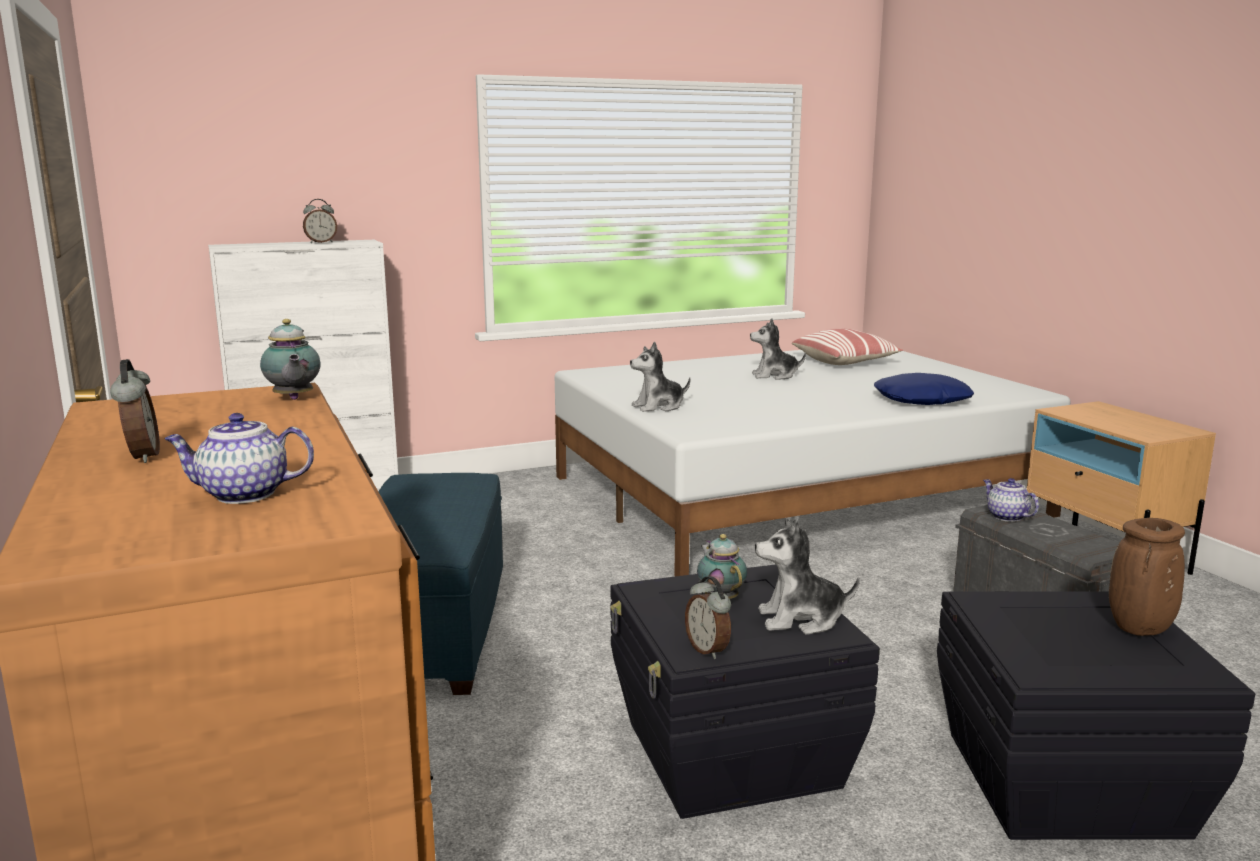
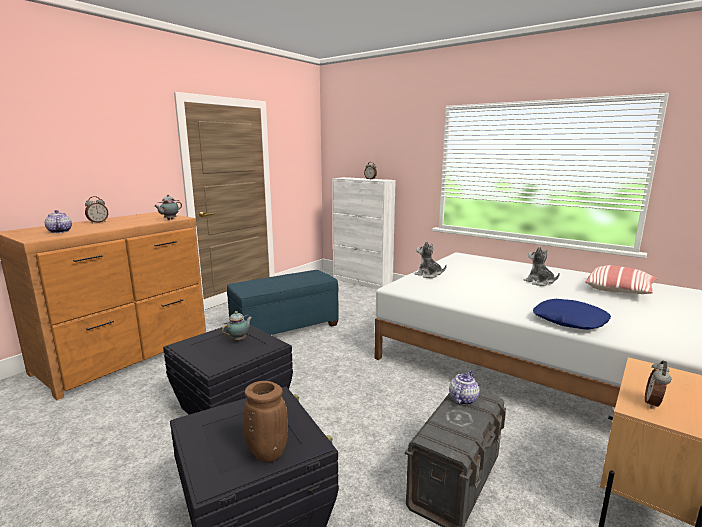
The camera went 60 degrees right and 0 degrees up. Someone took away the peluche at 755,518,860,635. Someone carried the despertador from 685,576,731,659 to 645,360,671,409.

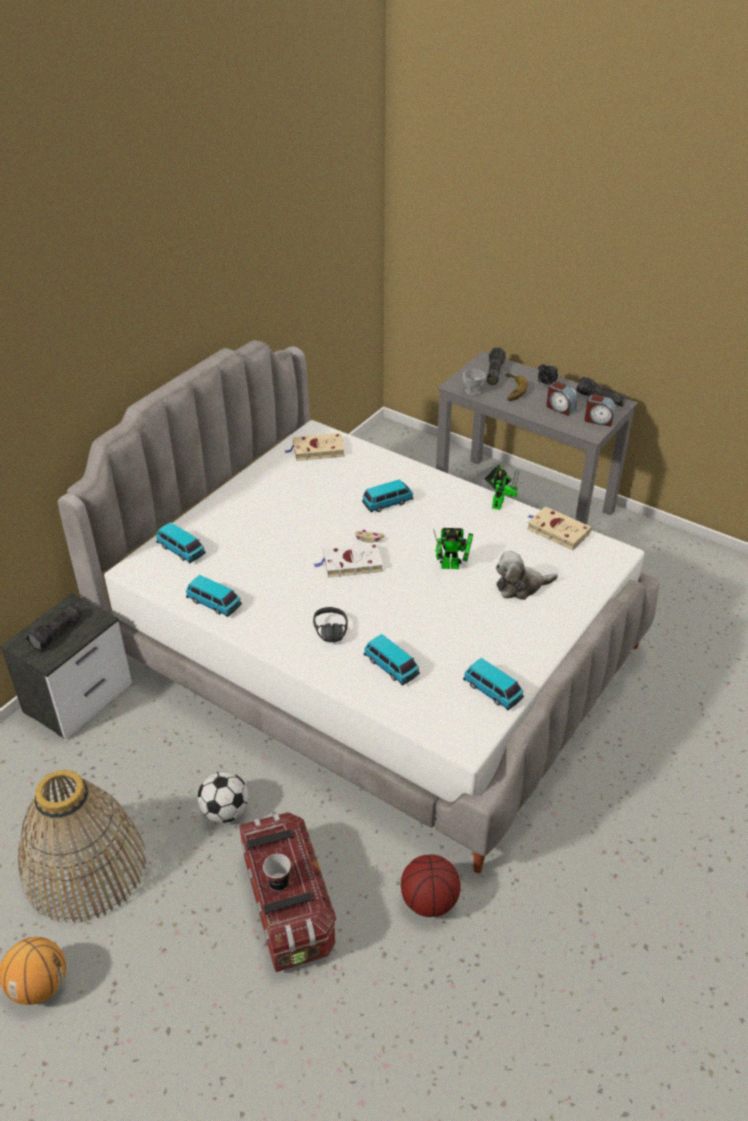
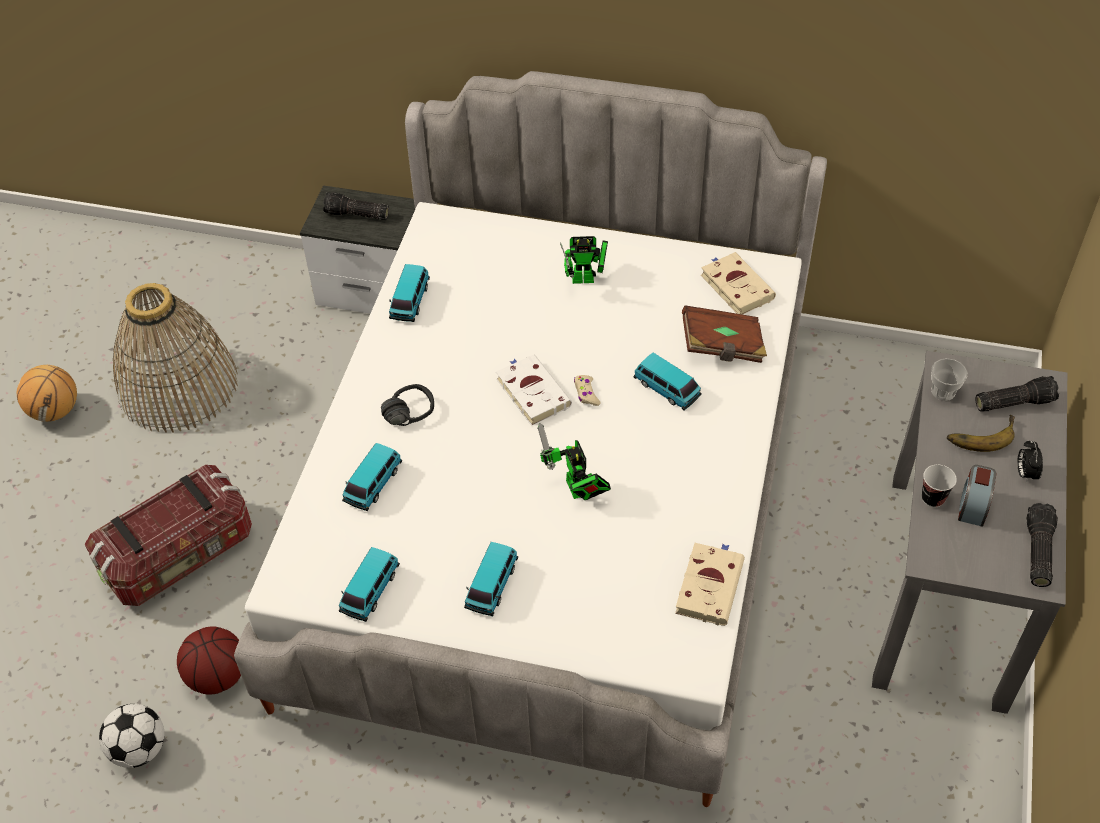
The camera went 70 degrees right and 10 degrees up. Someone took away the despertador at 585,394,616,427. Someone carried the robot de juguete from 484,465,519,510 to 560,236,608,284. Someone carried the coche de juguete from 156,522,206,563 to 464,542,518,616. Someone took away the peluche at 495,551,558,600. Someone carried the balón de fútbol from 198,771,248,823 to 99,704,165,768. Someone carried the taza from 263,854,291,891 to 922,465,957,507. Someone put down the libro [marrón] at 682,306,767,363.

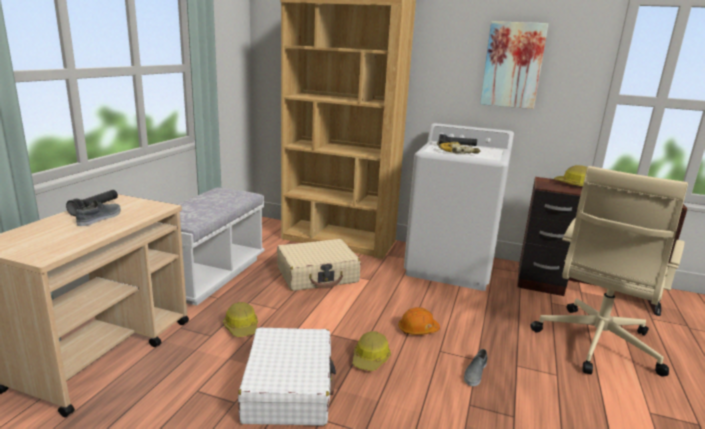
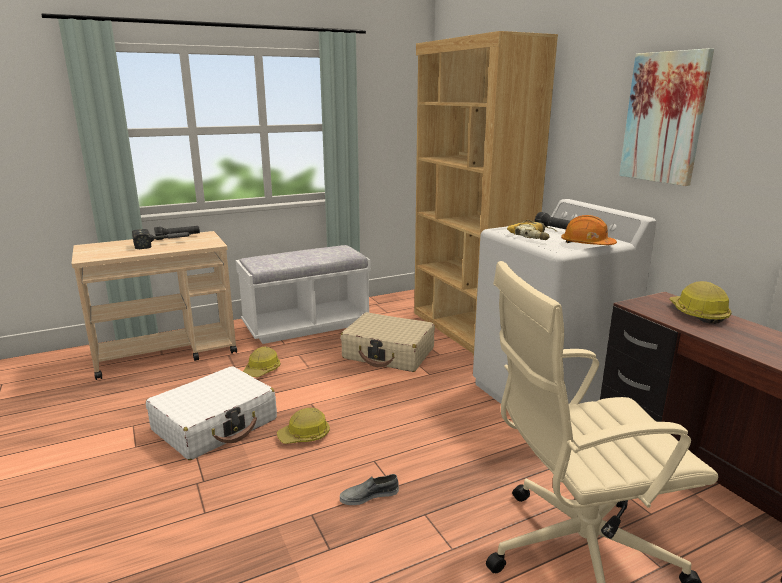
The camera went 45 degrees right and 0 degrees up. Someone swapped the zapato [gris] at 76,200,121,226 for the martillo at 132,229,192,249. Someone carried the casco [naranja] from 398,307,440,335 to 561,215,617,245.

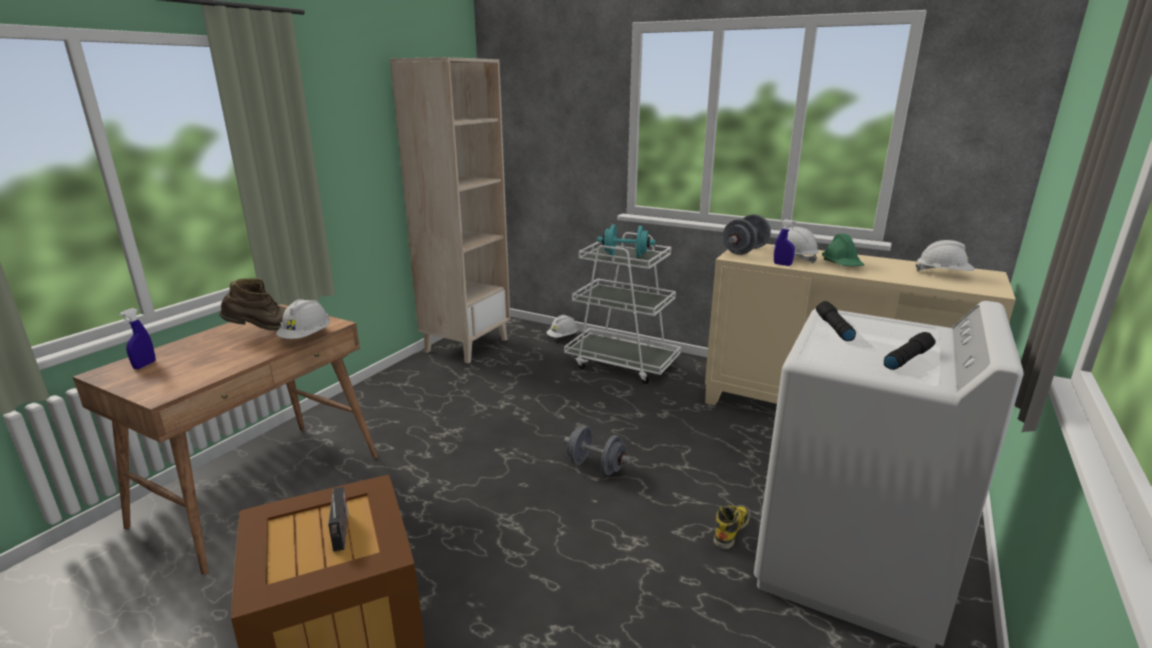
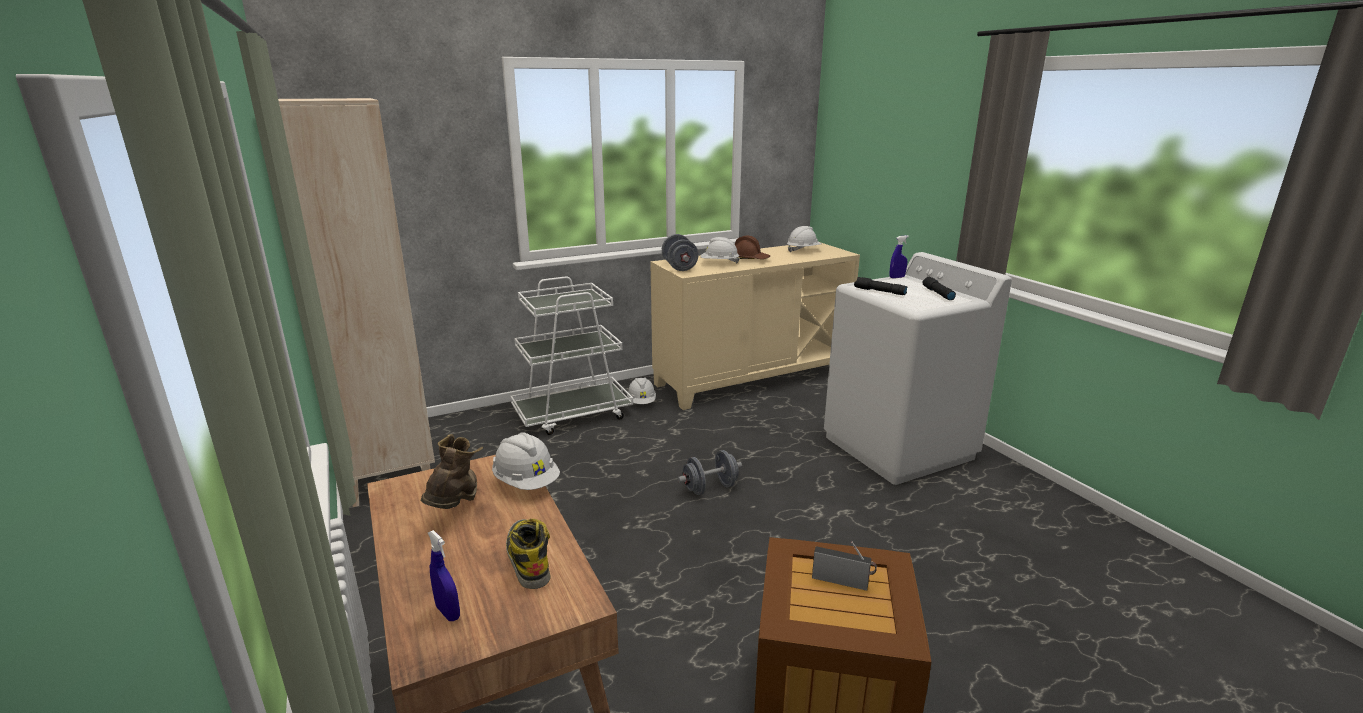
The camera went 55 degrees left and 0 degrees up. Someone carried the pulverizador [azul] from 774,219,796,266 to 890,235,909,278. Someone took away the mancuerna [turquesa] at 597,224,656,257. Someone repainted the casco [verde] at 822,234,864,266, which became the casco [marrón] at 735,235,770,259. Someone carried the casco [blanco] from 547,315,578,338 to 627,378,656,404. Someone carried the bota from 714,505,750,549 to 506,519,550,589.

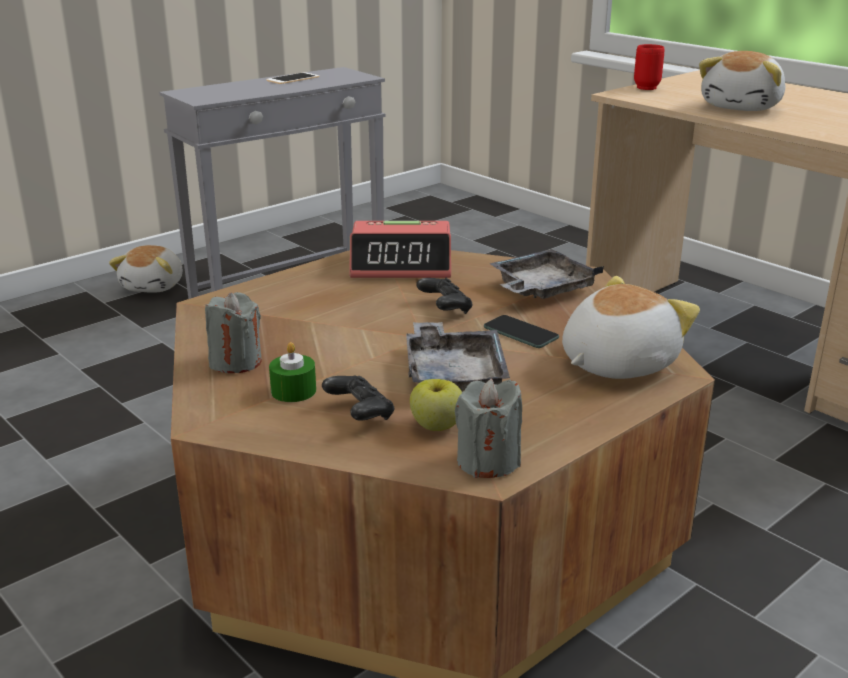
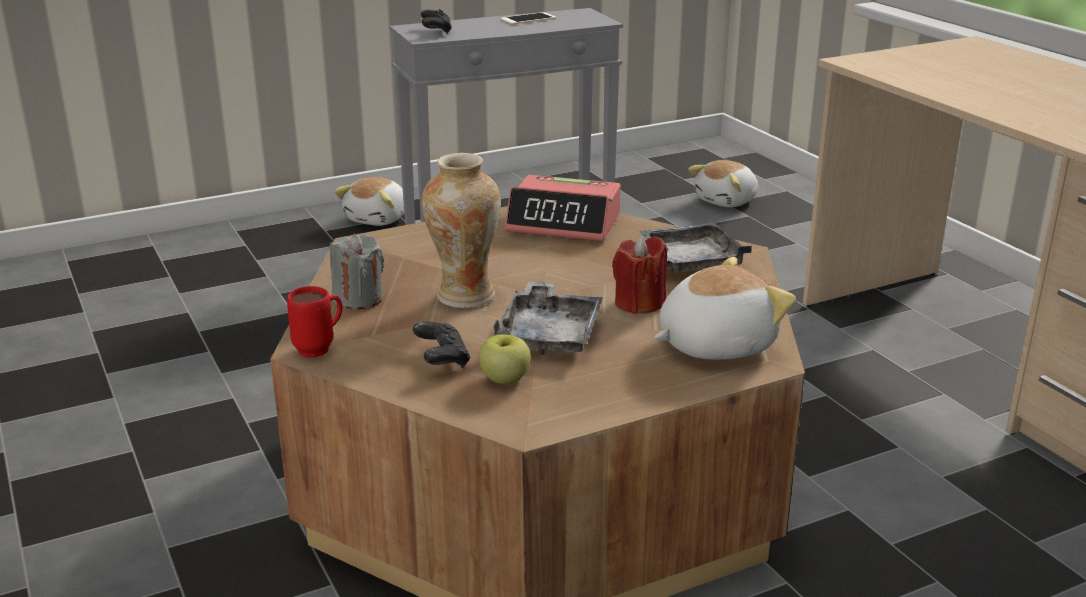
The camera went 15 degrees right and 0 degrees up. Someone carried the taza grande [rojo] from 634,44,665,90 to 287,286,342,357. Someone carried the peluche from 699,51,785,111 to 688,160,758,207. Someone carried the mando de consola [negro] from 416,278,473,314 to 421,9,452,34. Someone swapped the móvil at 484,315,559,348 for the vela [rojo] at 612,235,667,314. Someone took away the vela [verde] at 269,342,316,402. Someone took away the vela [gris] at 455,379,522,478. Someone put down the florero at 422,153,501,308.

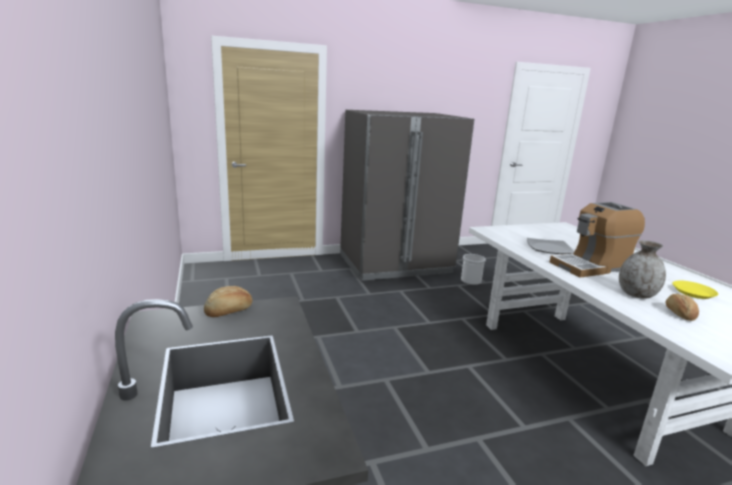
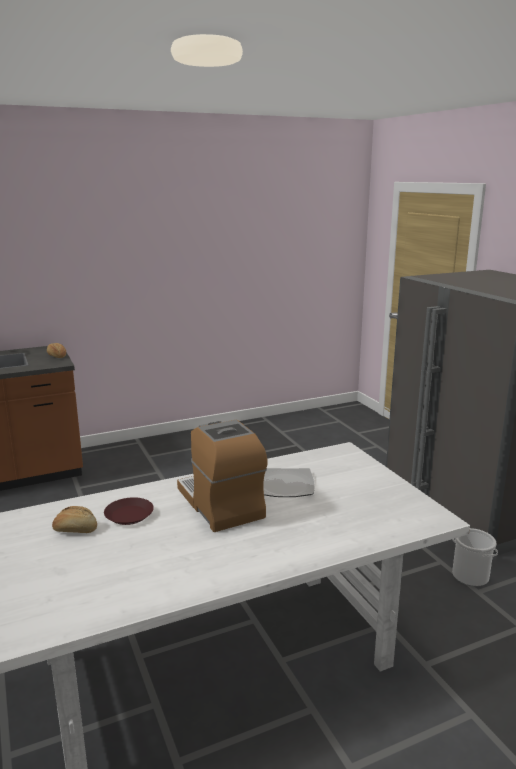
The camera went 85 degrees right and 0 degrees up. Someone swapped the florero [gris] at 619,240,666,299 for the plato [marrón] at 104,497,154,525. Someone took away the plato [amarillo] at 672,281,718,299.

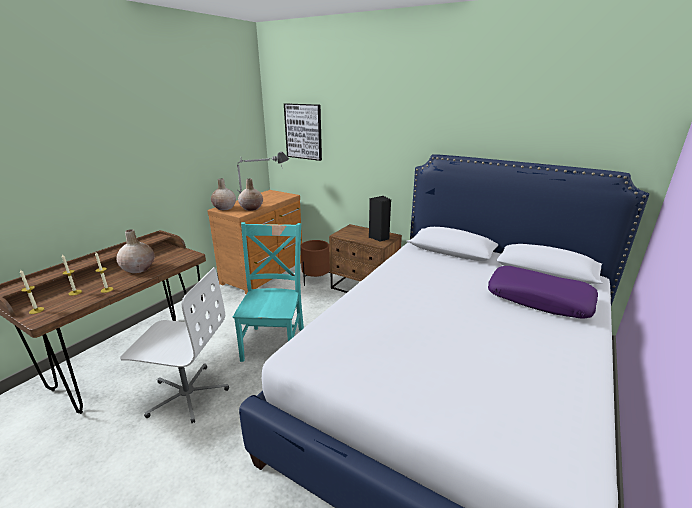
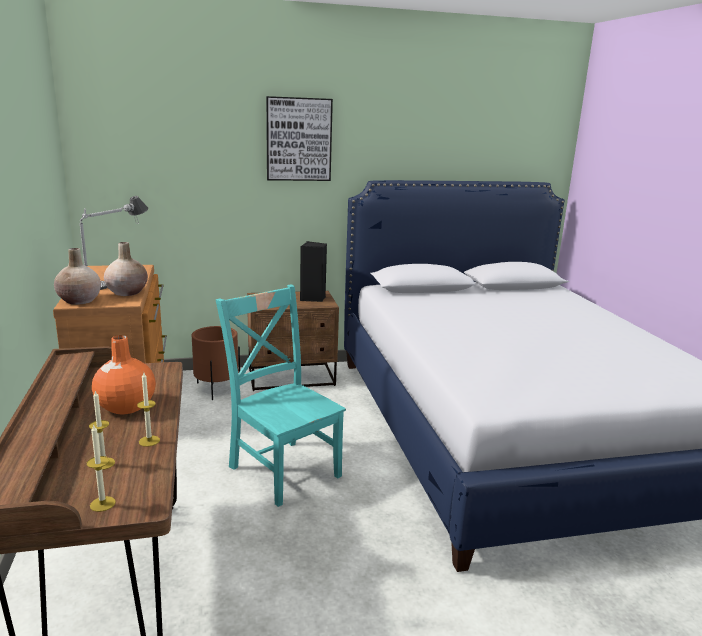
The camera went 45 degrees left and 5 degrees down. Someone carried the cuadro from 284,103,322,161 to 266,96,333,181. Someone repainted the florero [beis] at 116,229,154,273, which became the florero [naranja] at 92,335,156,415. Someone took away the cojín [morado] at 488,266,598,318. Someone took away the silla de oficina [blanco] at 120,267,229,424.

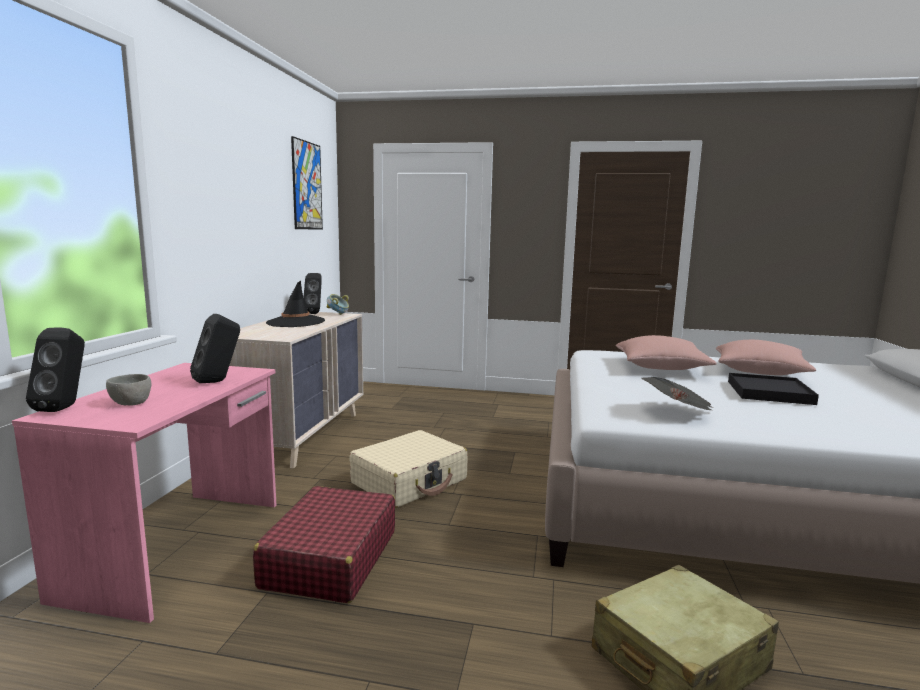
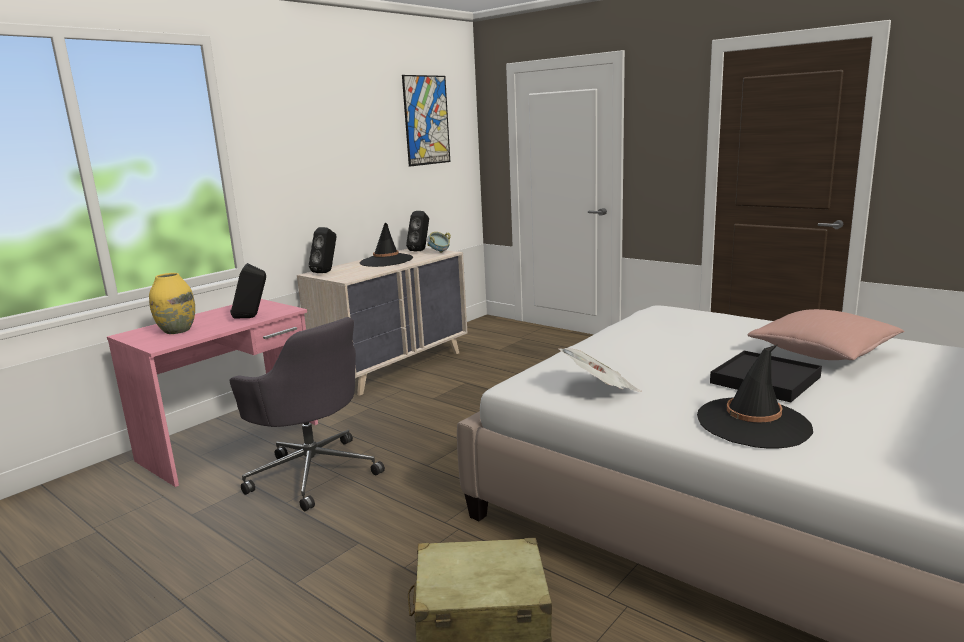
The camera went 30 degrees right and 5 degrees up. Someone carried the altavoz [negro] from 26,328,85,412 to 309,227,336,273. Someone took away the cojín [rosa] at 616,335,717,370. Someone swapped the cuenco [gris] at 106,374,151,406 for the florero [amarillo] at 149,273,195,334. Someone took away the maleta [beis] at 349,430,468,508. Someone swapped the maleta [rojo] at 253,486,395,603 for the silla de oficina [gris] at 229,317,385,511. Someone put down the sombrero [negro] at 697,345,813,448.

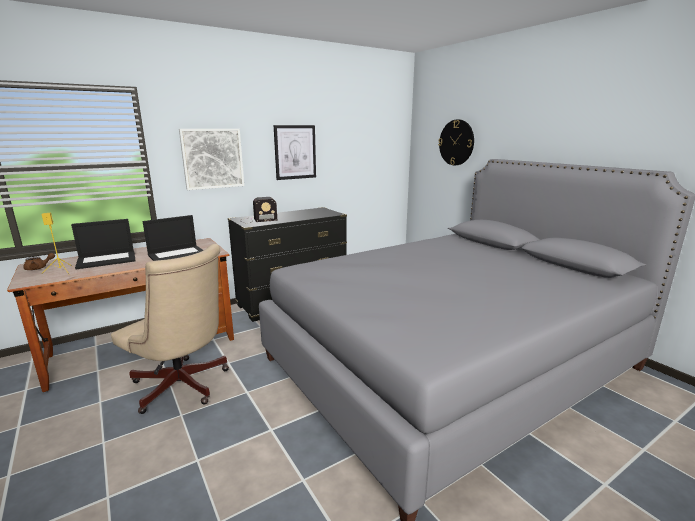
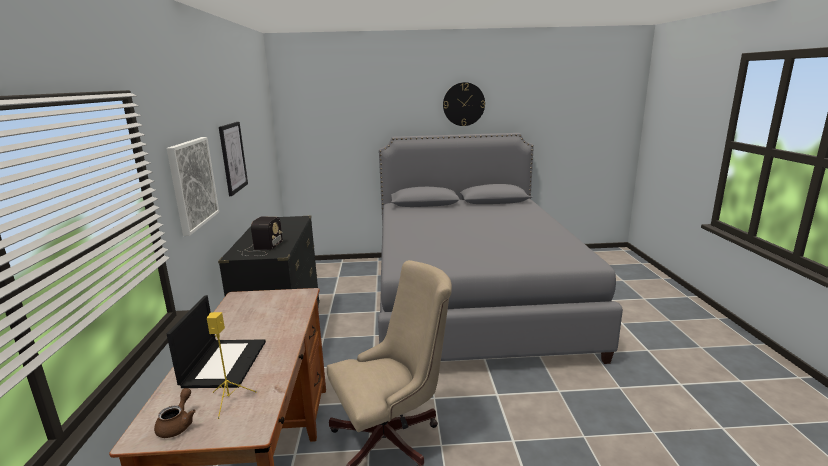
The camera went 60 degrees left and 0 degrees up. Someone carried the reloj de pared from 438,119,474,165 to 443,82,485,126. Someone took away the portátil at 143,215,204,261.

